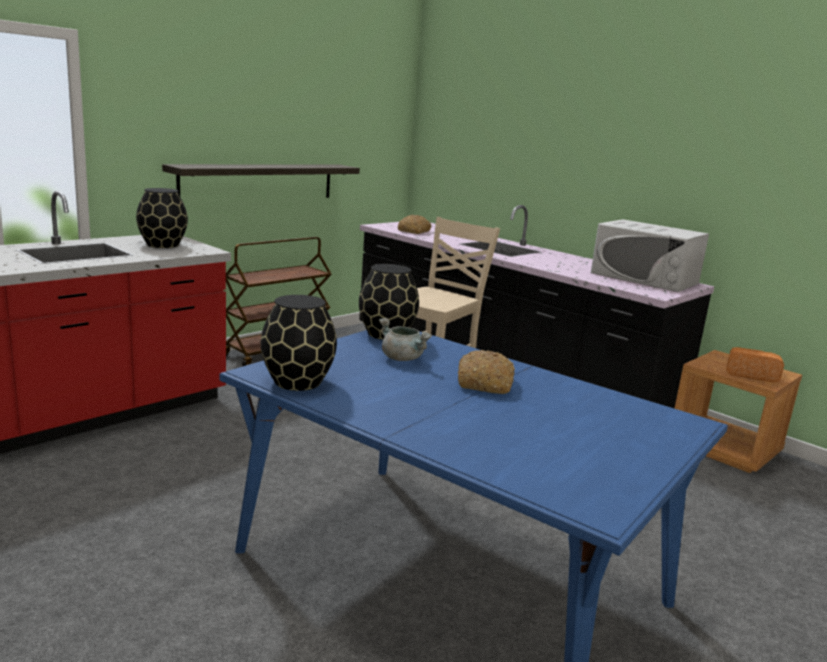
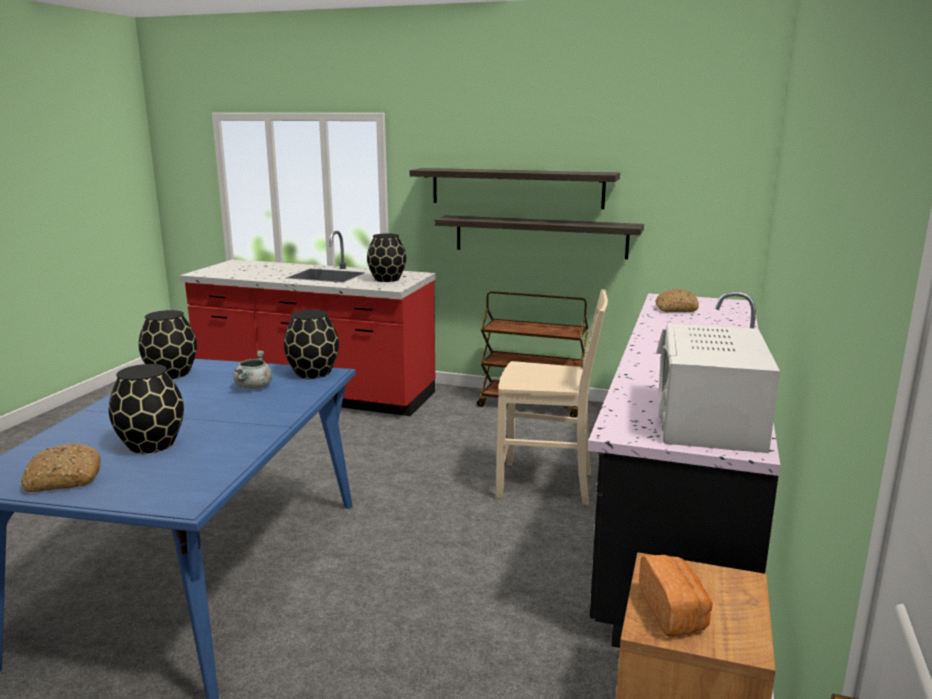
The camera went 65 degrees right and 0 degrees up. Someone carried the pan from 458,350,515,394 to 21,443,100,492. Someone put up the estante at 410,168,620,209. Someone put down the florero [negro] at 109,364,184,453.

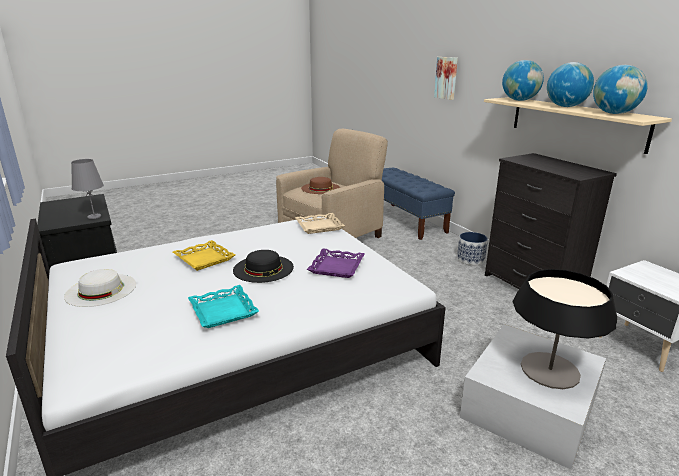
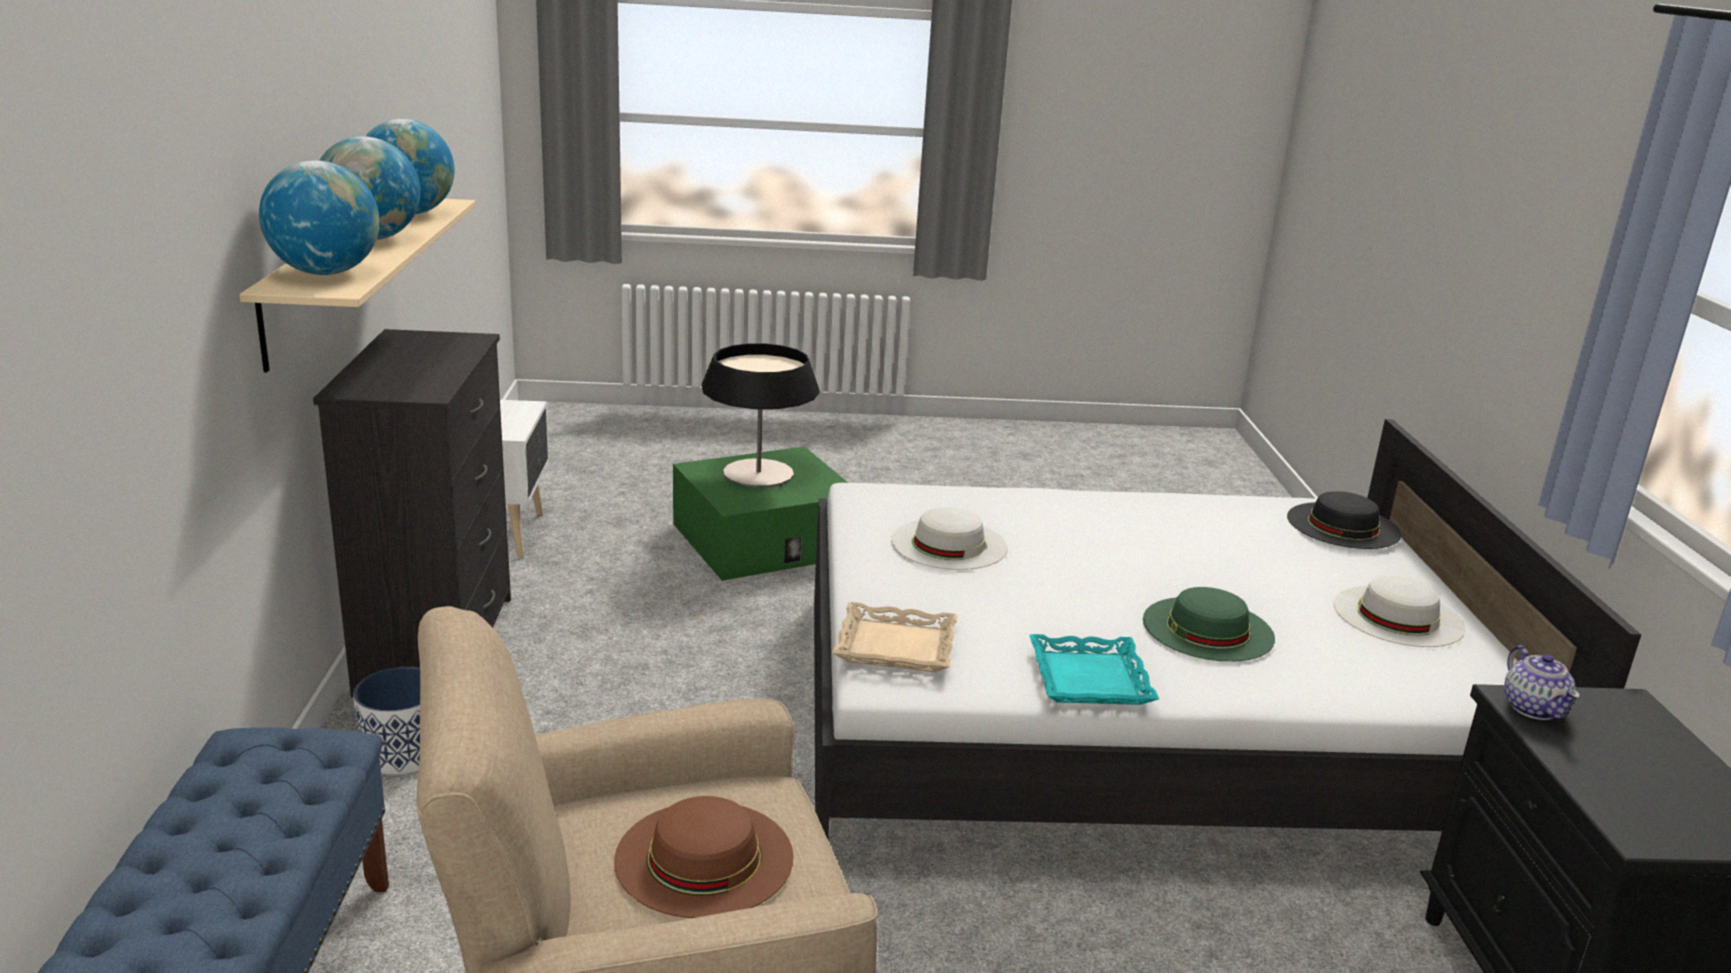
The camera went 155 degrees left and 0 degrees up. Someone took away the cuadro at 434,57,458,100. Someone swapped the lámpara de mesa [gris] at 71,159,104,219 for the tetera at 1504,645,1580,720. Someone swapped the bandeja [amarillo] at 173,240,235,271 for the sombrero [verde] at 1143,587,1275,662. Someone swapped the bandeja [morado] at 307,248,365,278 for the sombrero [blanco] at 891,507,1008,570. Someone carried the sombrero [negro] from 233,250,294,283 to 1287,491,1401,549. Someone carried the bandeja [turquesa] from 188,285,259,328 to 1029,634,1159,705. Someone repainted the caja de almacenaje [blanco] at 460,324,606,470, which became the caja de almacenaje [verde] at 673,447,848,581.

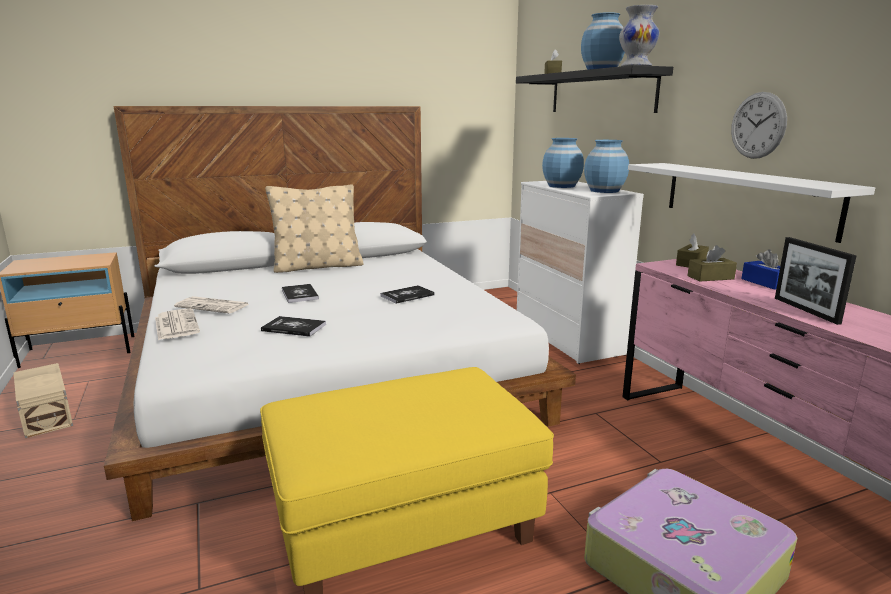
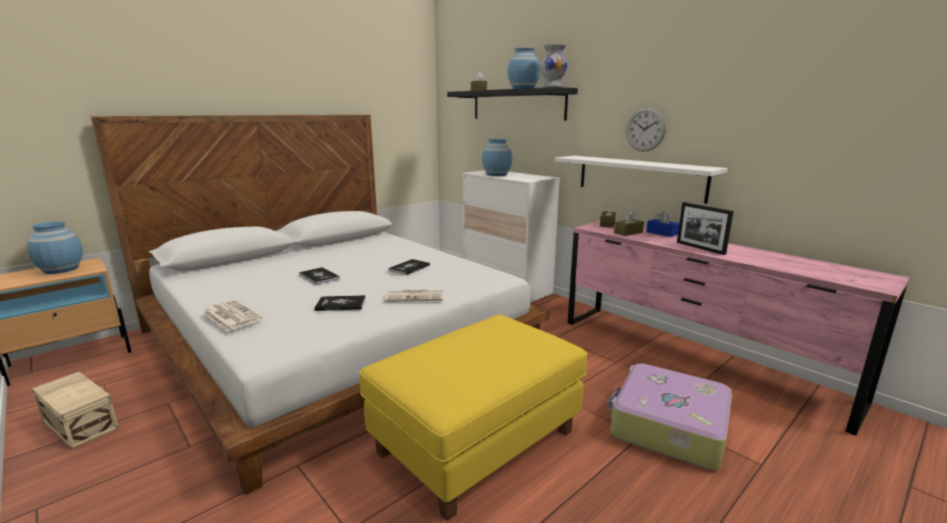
The camera went 20 degrees left and 0 degrees up. Someone carried the florero [azul] from 584,140,629,193 to 27,221,83,274. Someone took away the cojín [beis] at 265,184,364,273. Someone carried the periódico from 174,296,249,313 to 385,289,443,302.

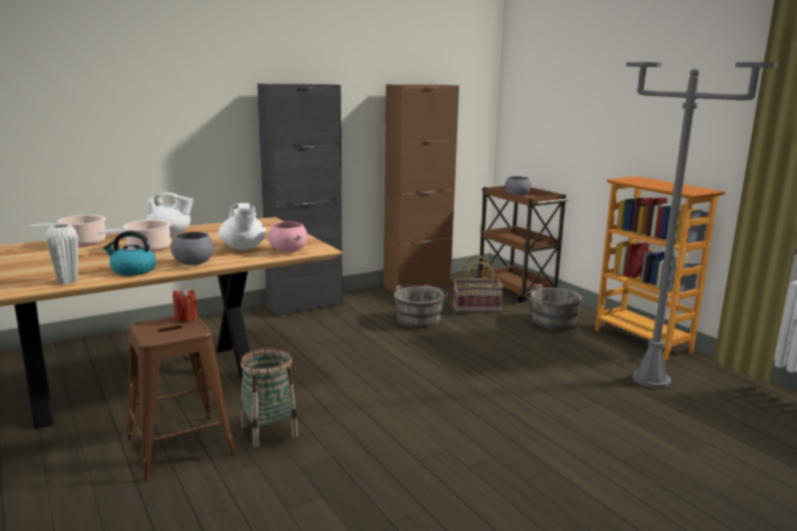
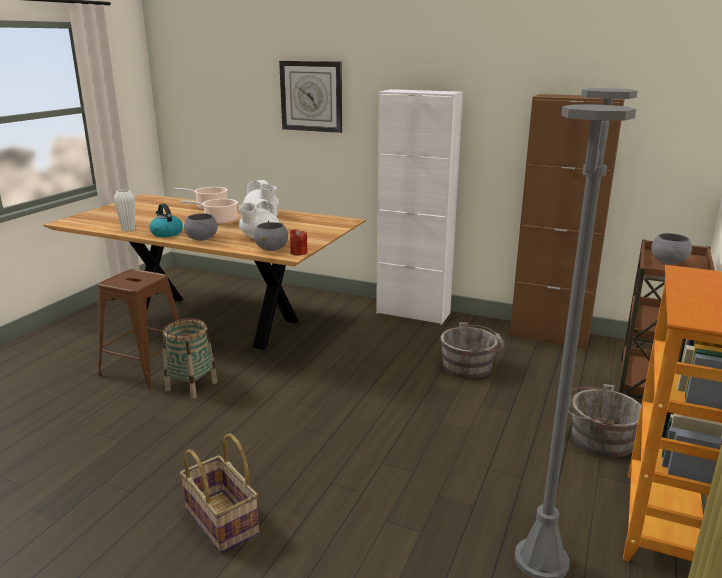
The camera went 55 degrees right and 5 degrees up. Someone repainted the armario [negro] at 257,84,342,317, which became the armario [blanco] at 376,89,463,325. Someone repainted the cuenco [rosa] at 268,221,308,253, which became the cuenco [gris] at 254,222,288,251. Someone carried the cesta from 453,255,504,313 to 180,434,259,553. Someone carried the vela [rojo] from 173,288,197,322 to 290,229,308,256. Someone put up the reloj de pared at 279,61,342,133.

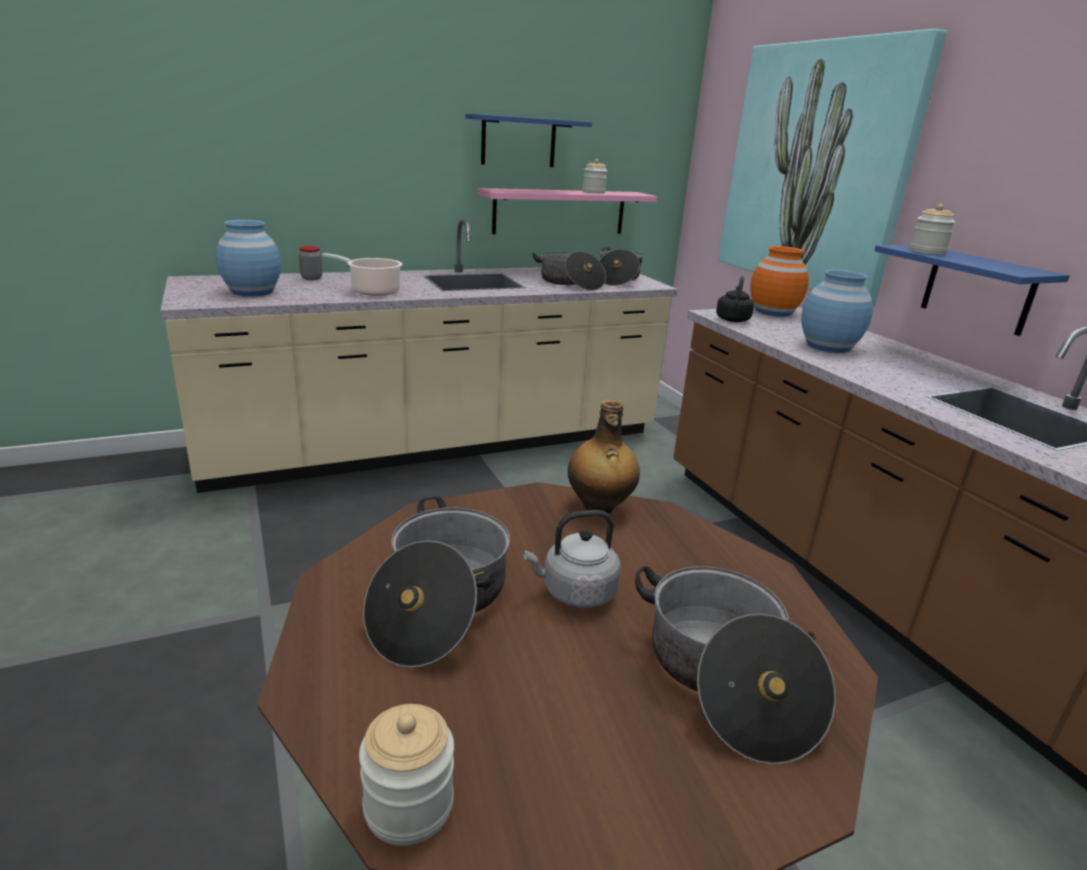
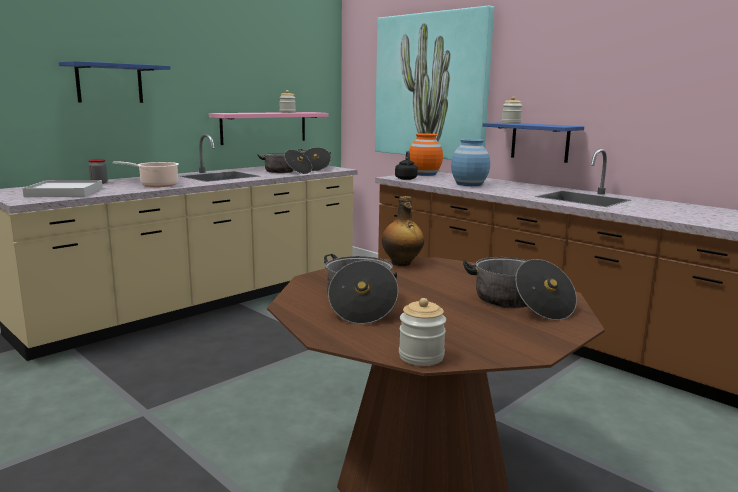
The camera went 20 degrees left and 10 degrees down. Someone carried the estante [azul] from 465,114,592,167 to 59,61,171,103. Someone swapped the florero [azul] at 216,220,281,296 for the bandeja [blanco] at 22,180,103,197. Someone took away the hervidor [gris] at 523,510,621,608.

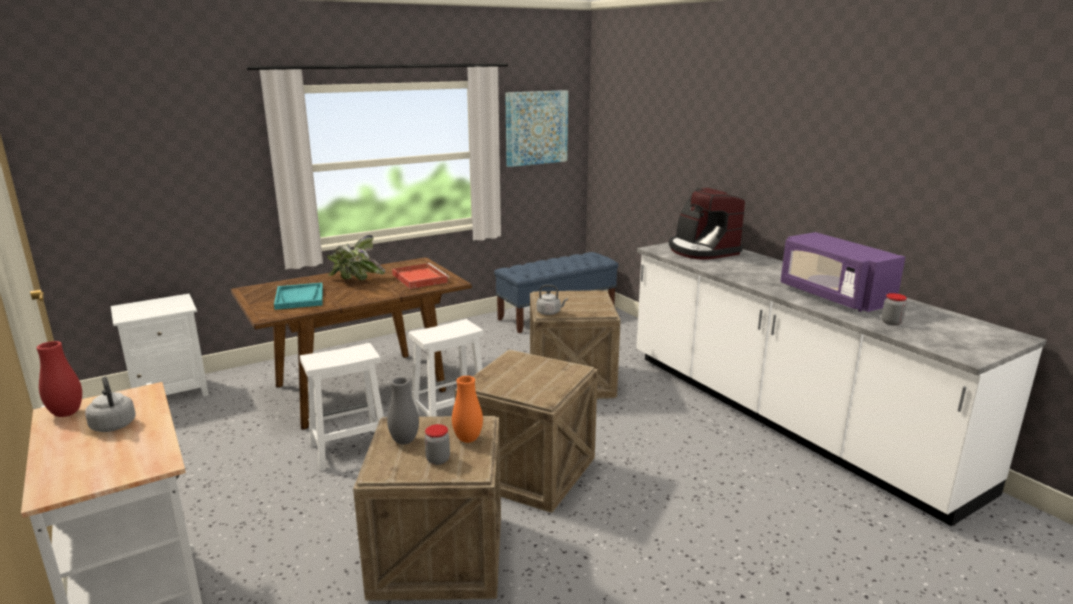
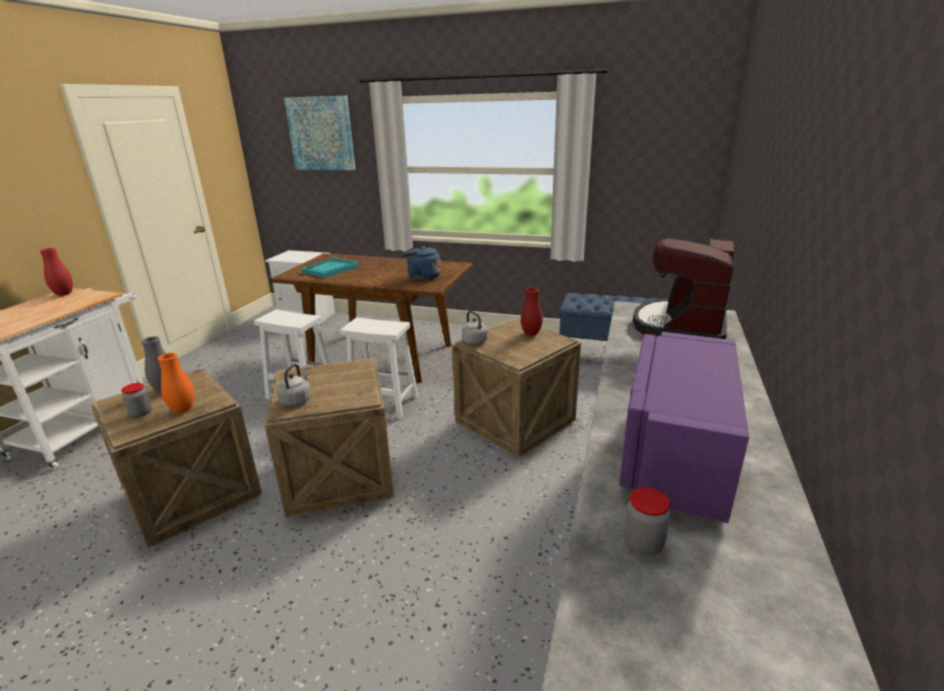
The camera went 50 degrees right and 5 degrees up. Someone carried the cuadro from 505,90,568,167 to 284,96,356,170. Someone took away the planta en maceta at 327,235,385,280. Someone swapped the bandeja [rojo] at 392,263,449,289 for the hervidor [azul] at 401,245,441,280. Someone carried the hervidor [gris] from 85,376,136,432 to 277,364,311,406. Someone put down the florero [rojo] at 521,288,543,336.

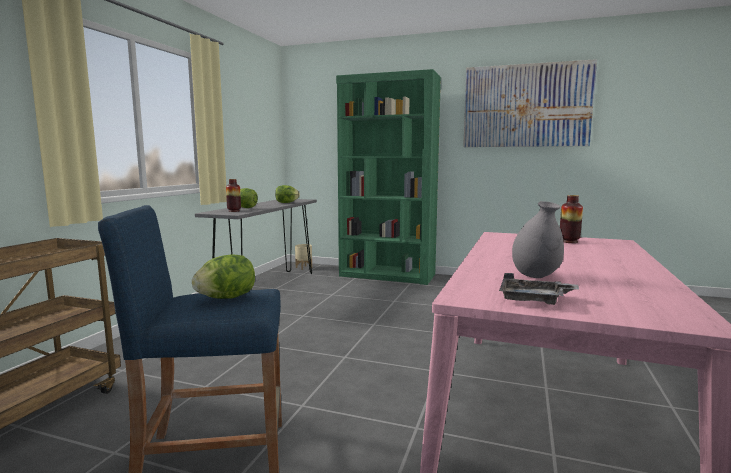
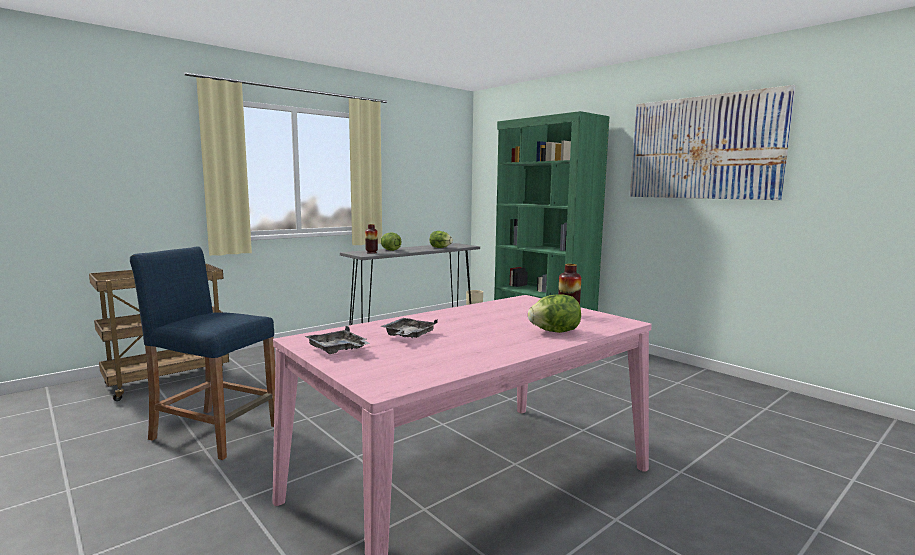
The camera went 30 degrees right and 0 degrees up. Someone swapped the florero [gris] at 512,201,564,278 for the bandeja [gris] at 381,318,438,338. Someone carried the lechuga from 192,255,255,299 to 528,294,581,333.

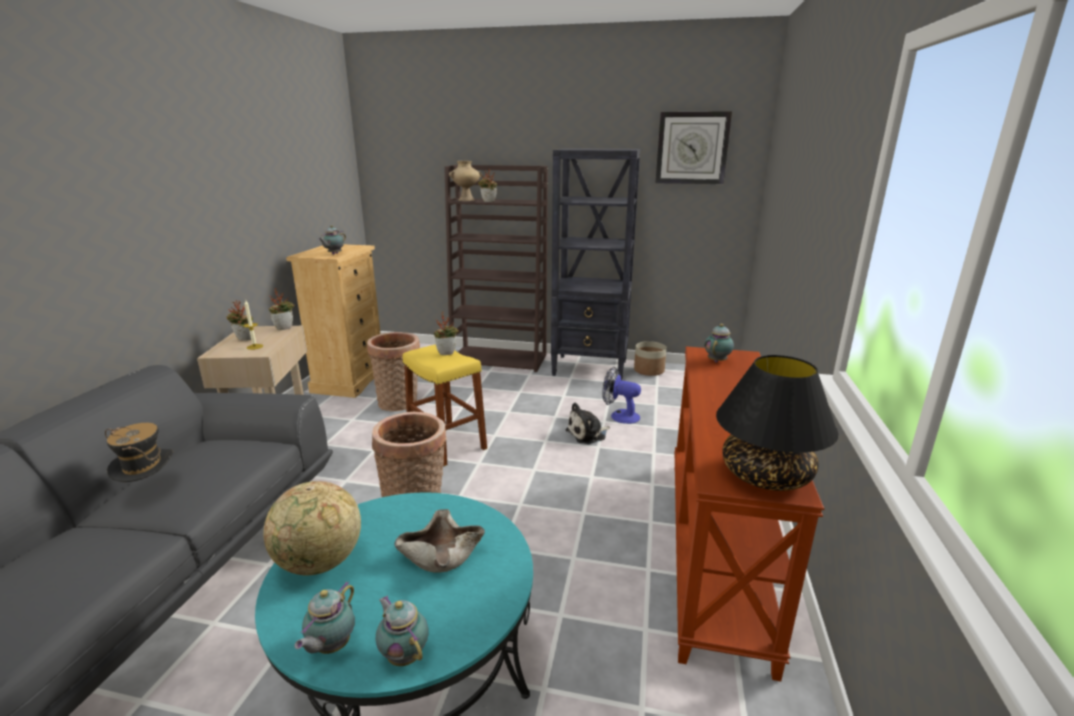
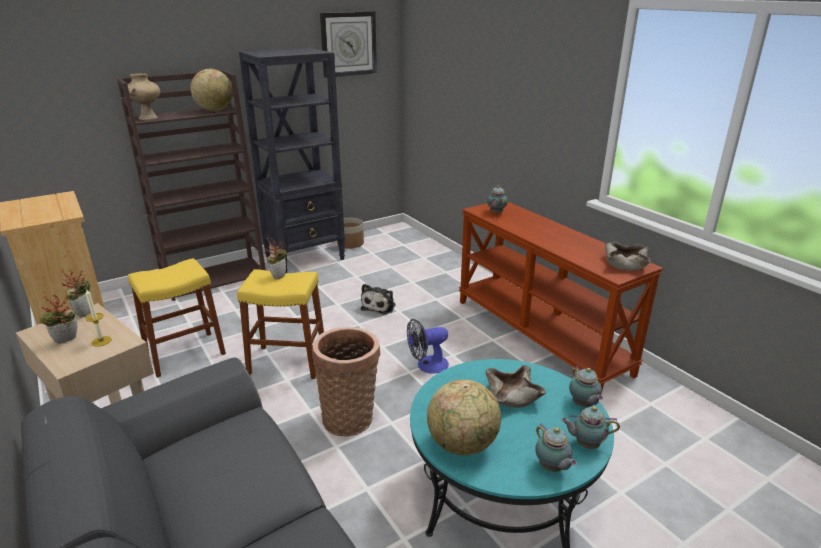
The camera went 45 degrees left and 5 degrees up. Someone took away the planta en maceta at 478,169,497,202. Someone carried the tetera from 318,225,346,254 to 569,366,603,407. Someone swapped the cesta at 367,332,420,411 for the taburete [amarillo] at 128,258,226,378. Someone swapped the lámpara de mesa [negro] at 716,355,839,491 for the cuenco [beis] at 605,242,651,271. Someone carried the ventilador from 602,367,641,424 to 407,319,449,374. Someone took away the sombrero at 105,423,173,482. Someone put down the globo terráqueo at 190,69,233,111.

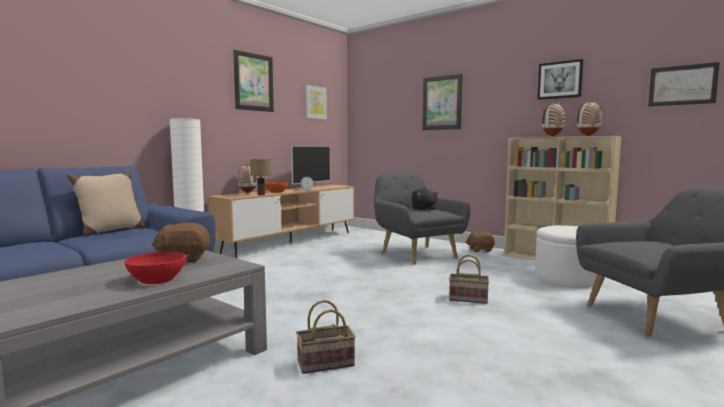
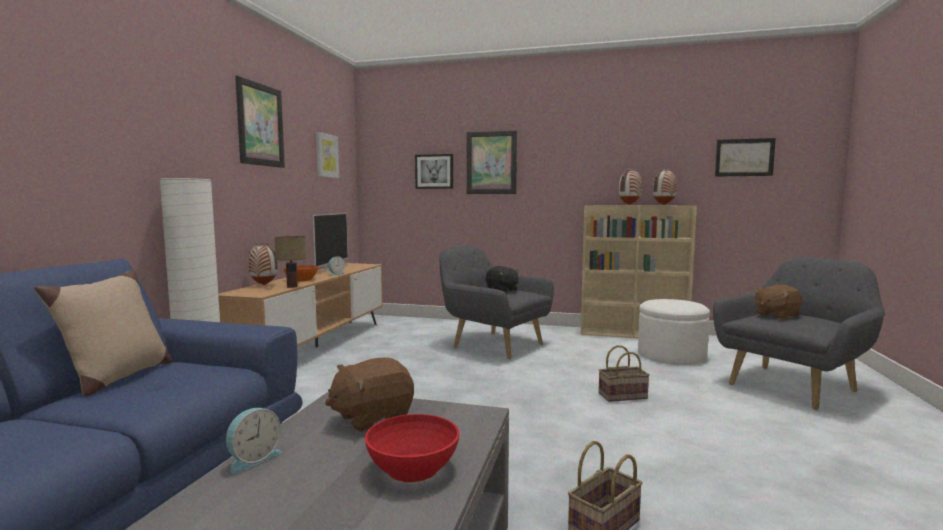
The camera went 25 degrees left and 0 degrees up. Someone carried the cuadro from 537,59,584,100 to 415,154,453,189. Someone carried the peluche [marrón] from 466,231,495,252 to 754,285,803,319. Someone put down the despertador at 226,408,282,474.

